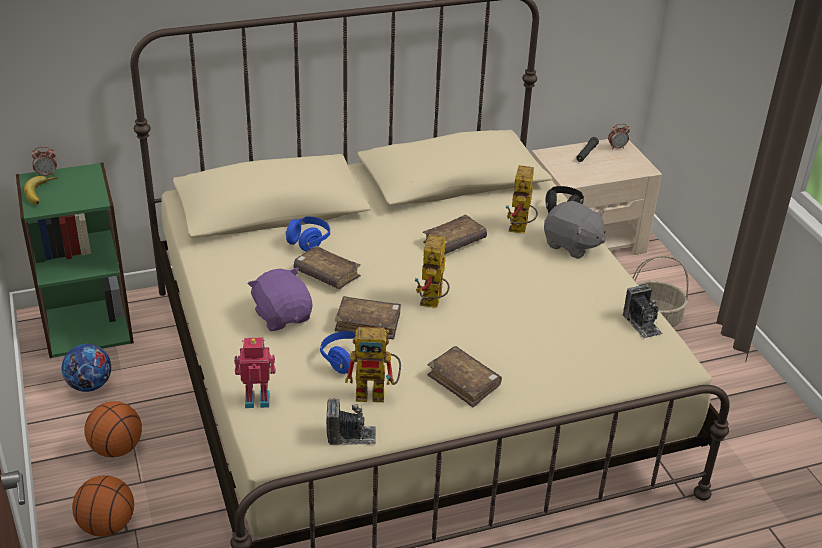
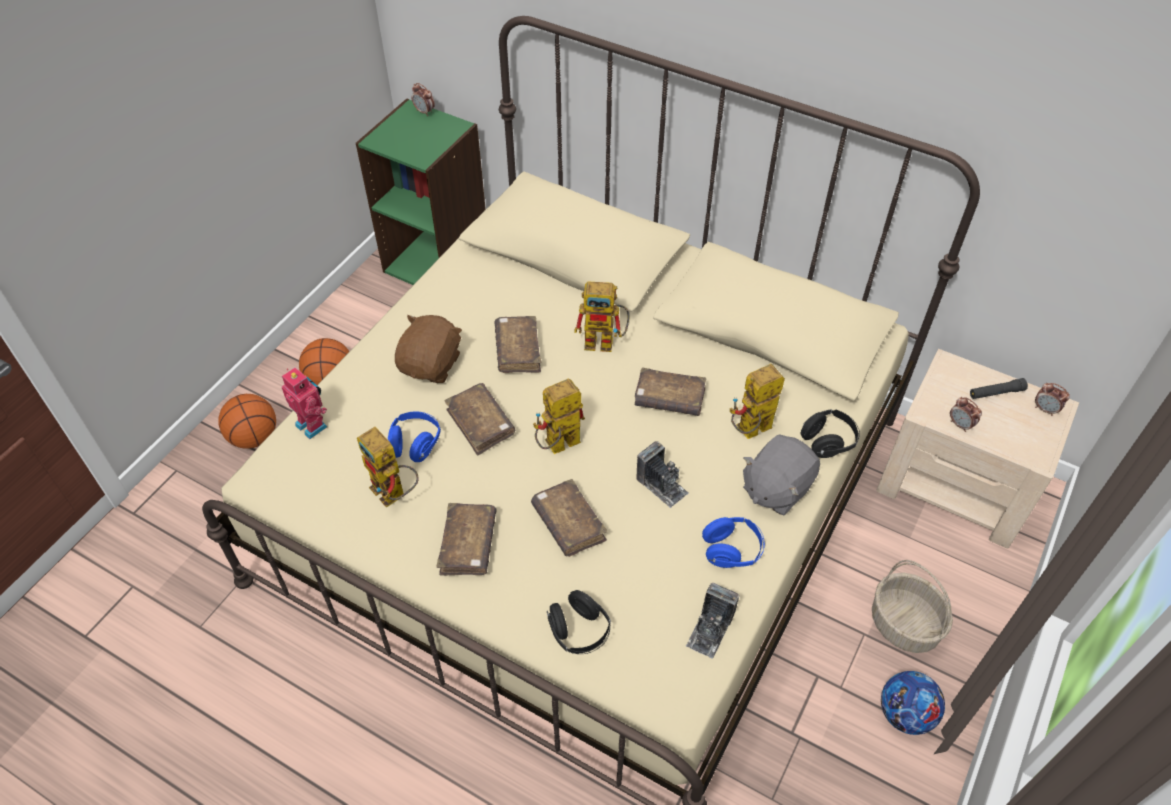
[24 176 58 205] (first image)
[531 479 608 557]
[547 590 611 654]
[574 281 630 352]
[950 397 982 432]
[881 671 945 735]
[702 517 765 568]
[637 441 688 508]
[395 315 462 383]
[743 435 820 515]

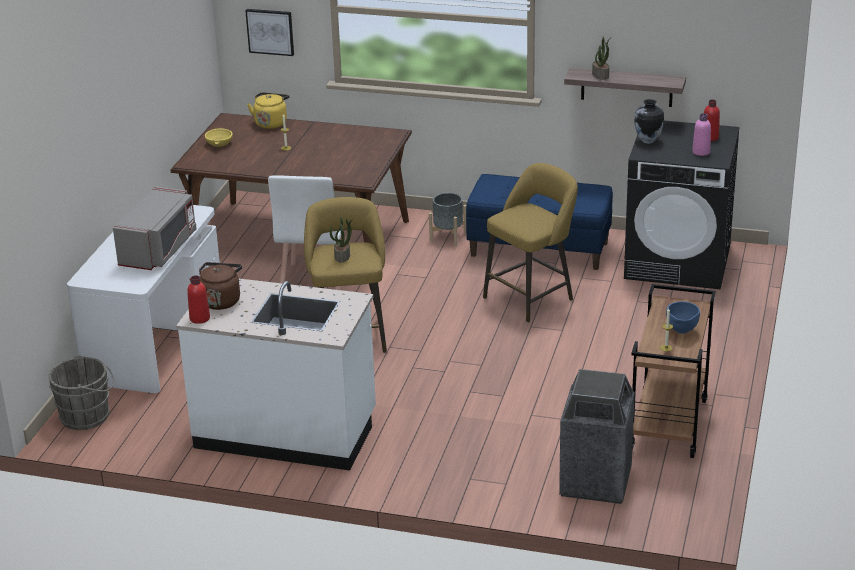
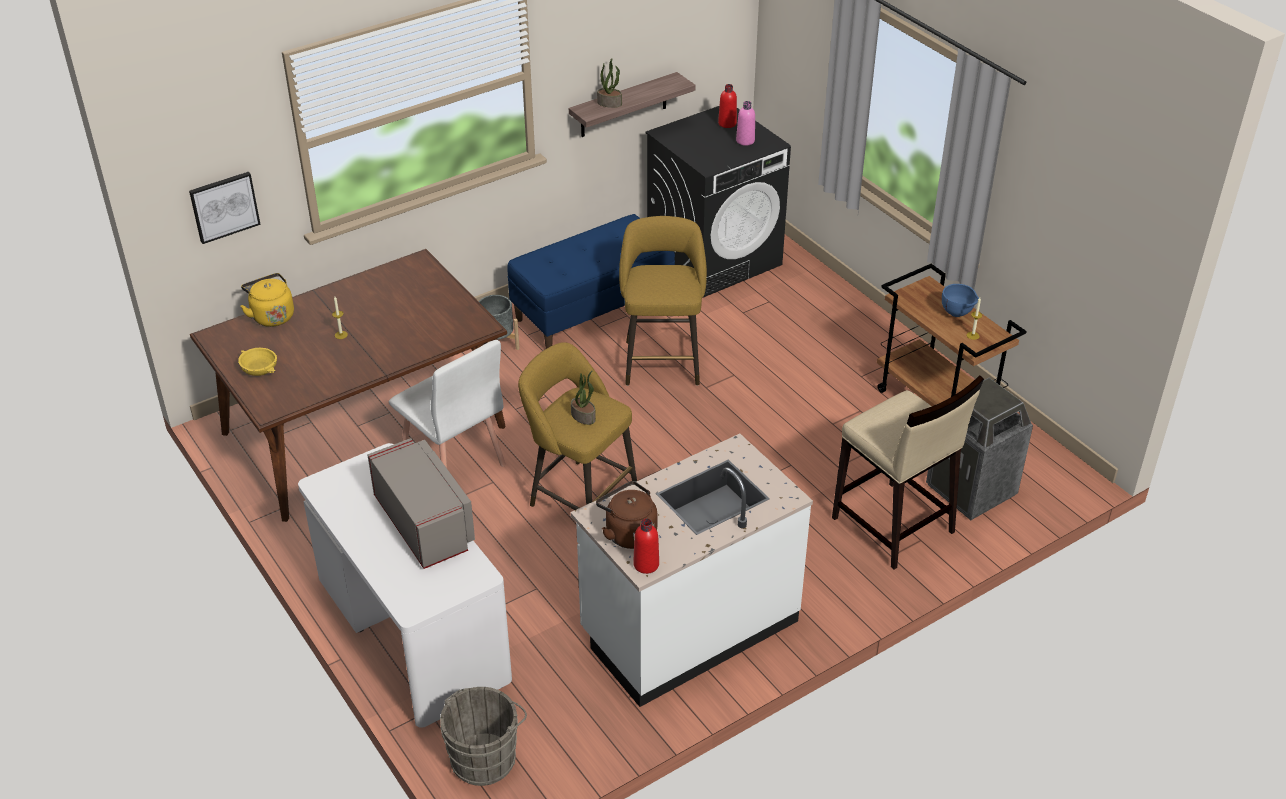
[634 99 664 144] (first image)
[832 375 984 569]

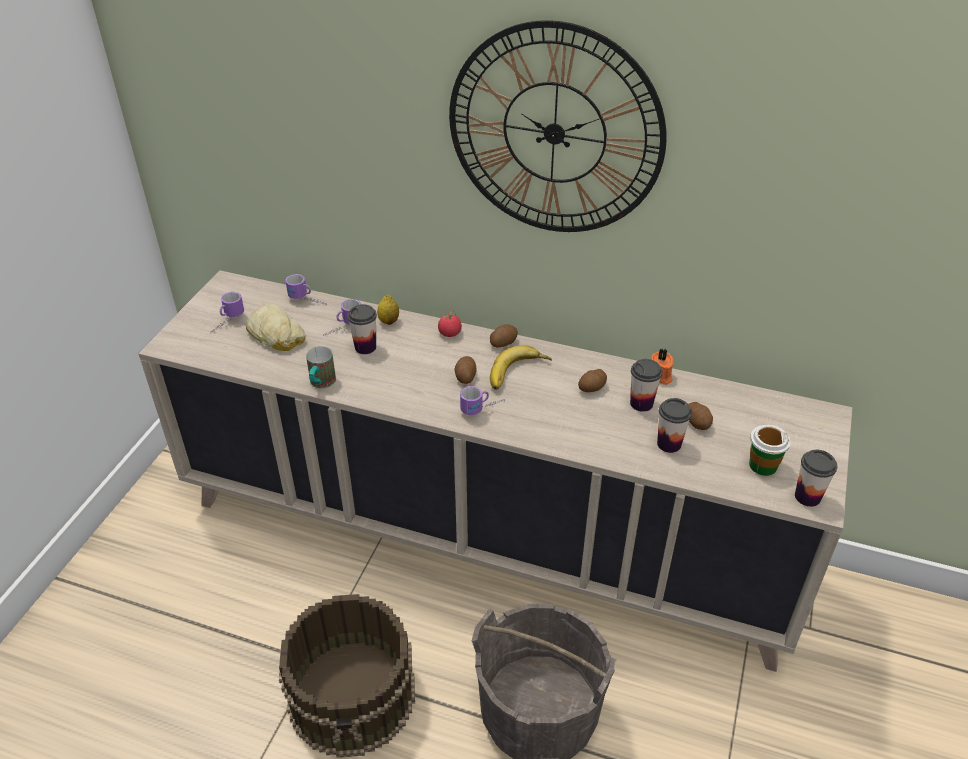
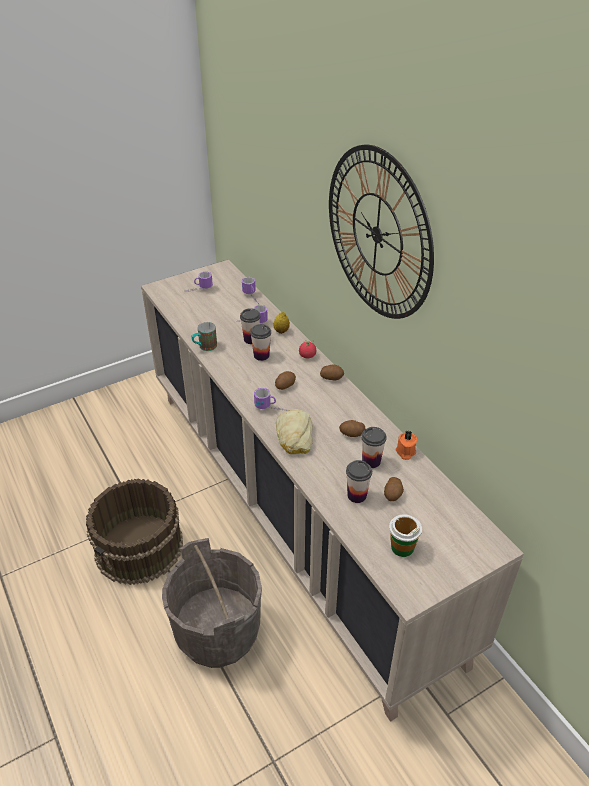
[490 345 552 390] (first image)
[276 409 313 454]
[250 324 271 361]

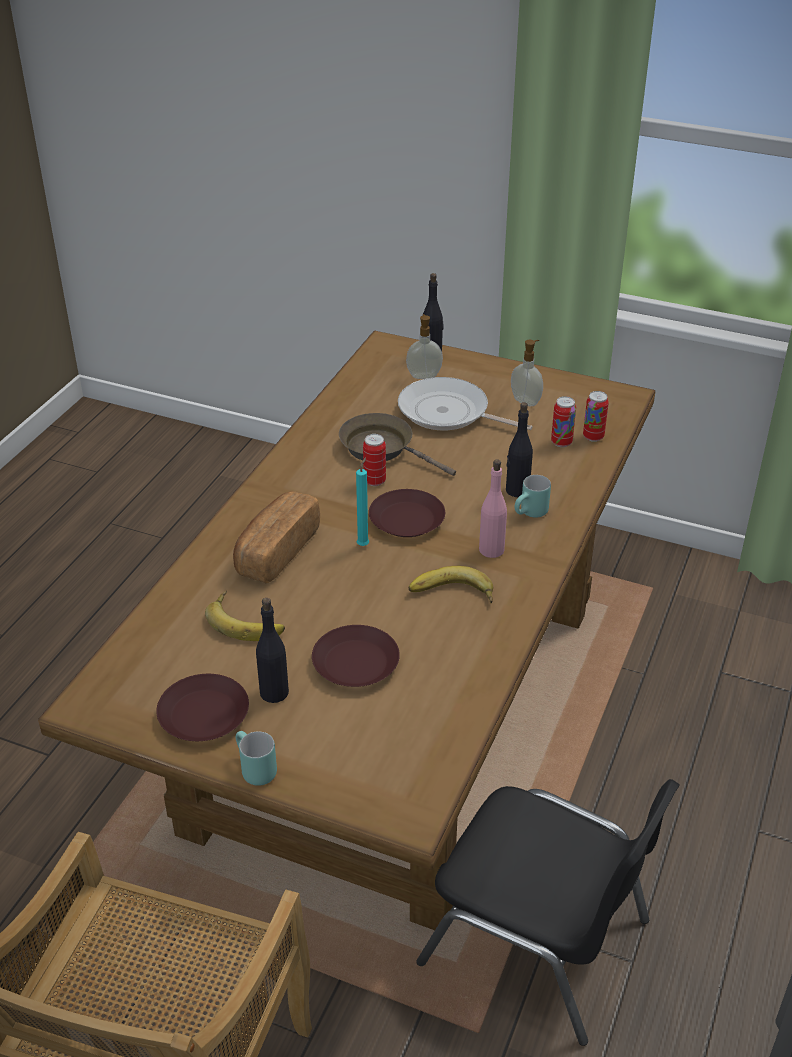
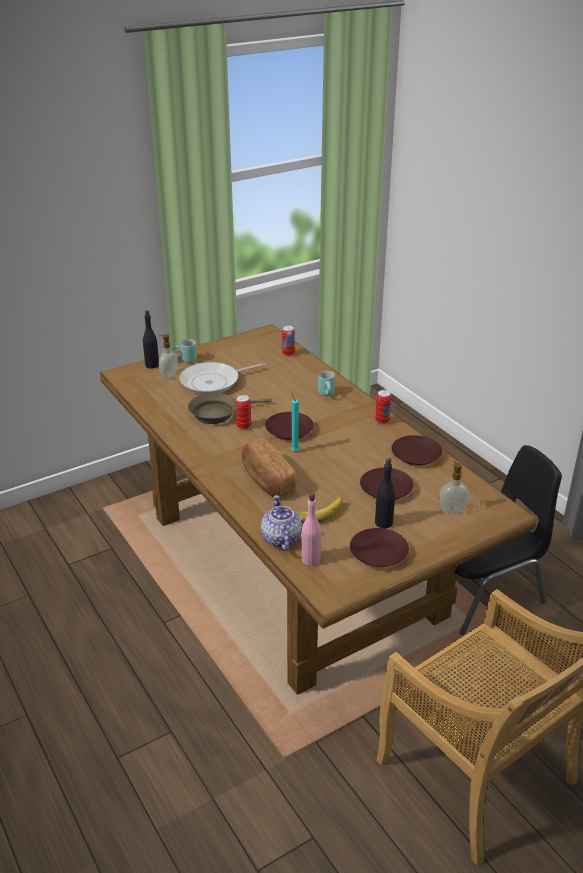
[409 566 493 603] (first image)
[506 402 533 497] (first image)
[261 495 302 551]
[392 435 442 466]
[172 339 197 363]
[301 493 321 566]
[438 461 469 514]
[375 390 391 424]

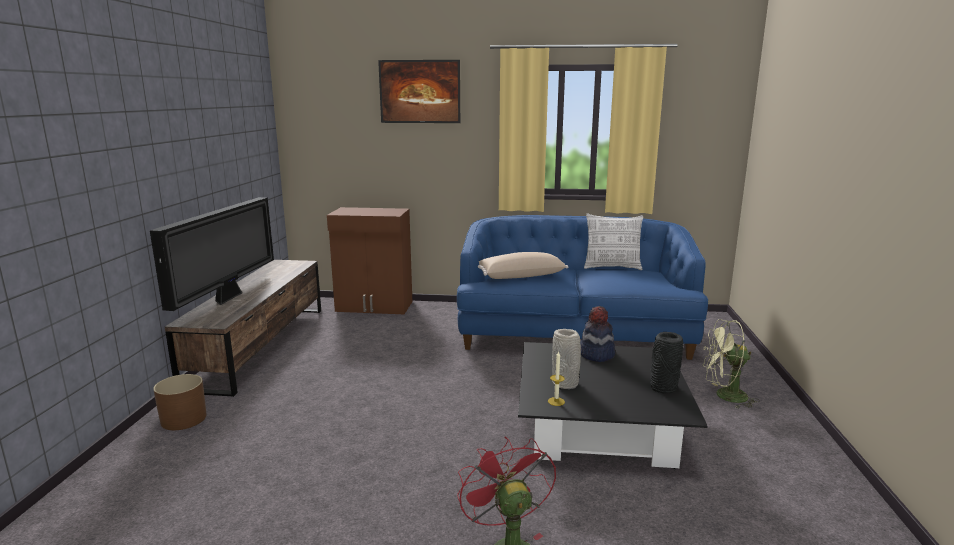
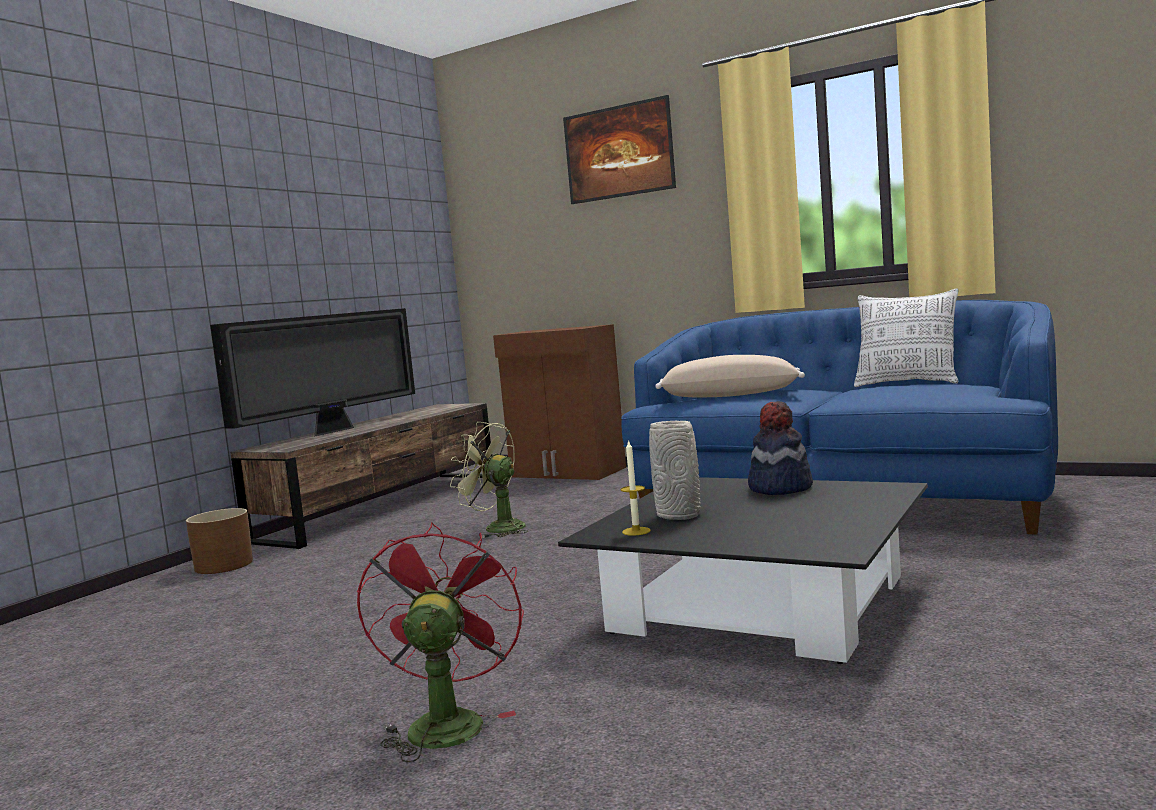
[650 332 683 393] (first image)
[450 422 528 538]

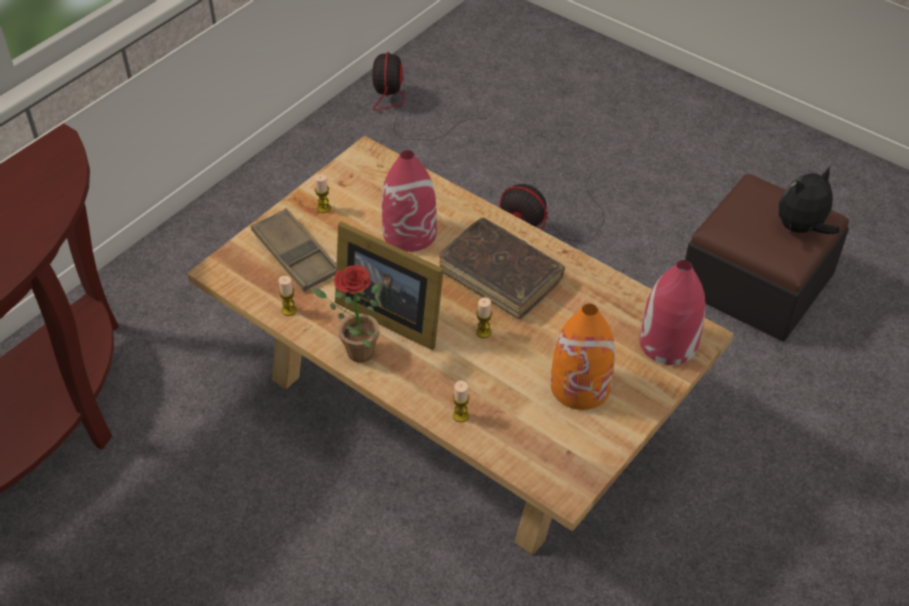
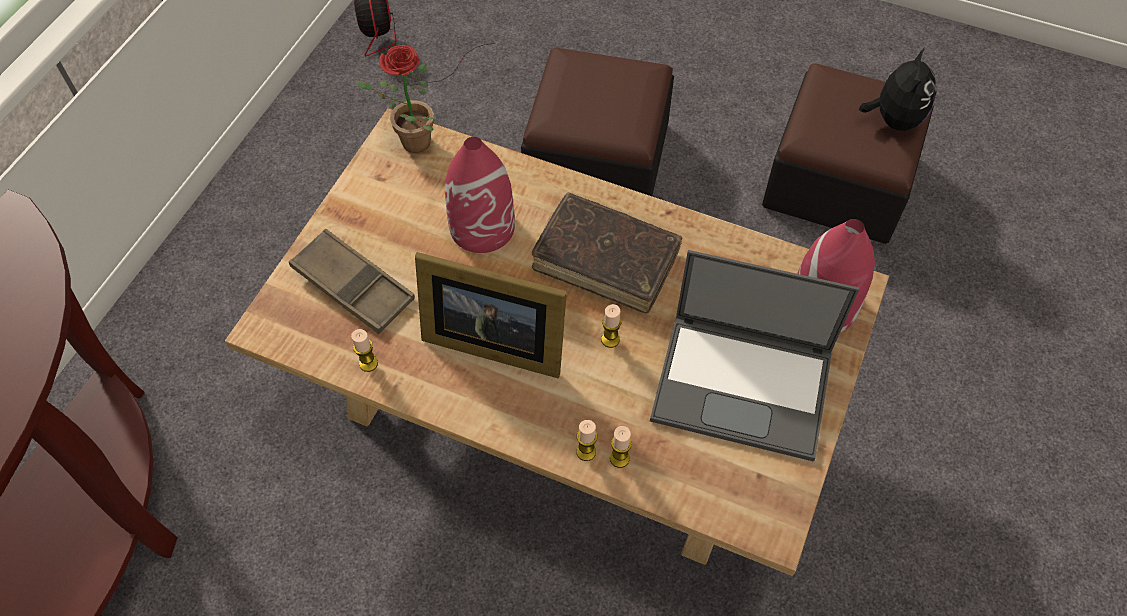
[354 45 437 153]
[577 420 597 461]
[521 48 674 196]
[650 250 859 462]
[859 47 936 131]

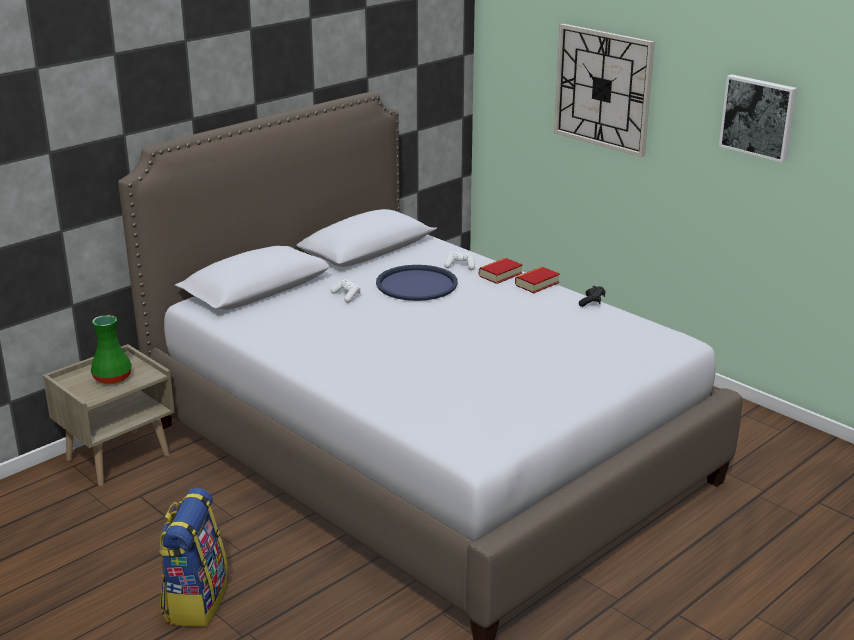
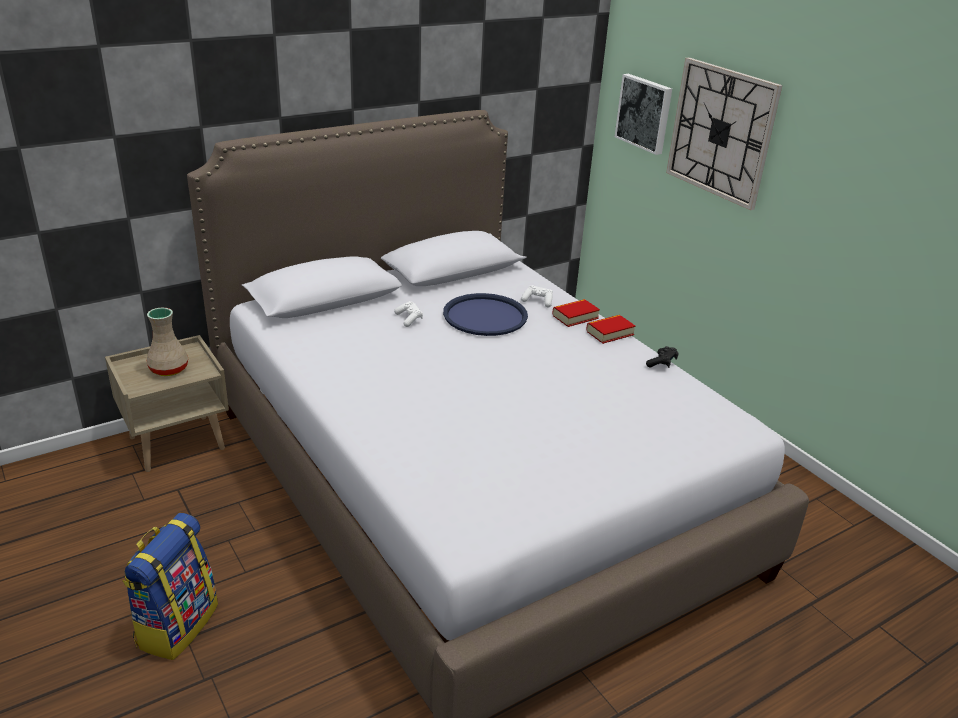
[615 74 672 155]
[147 308 188 376]

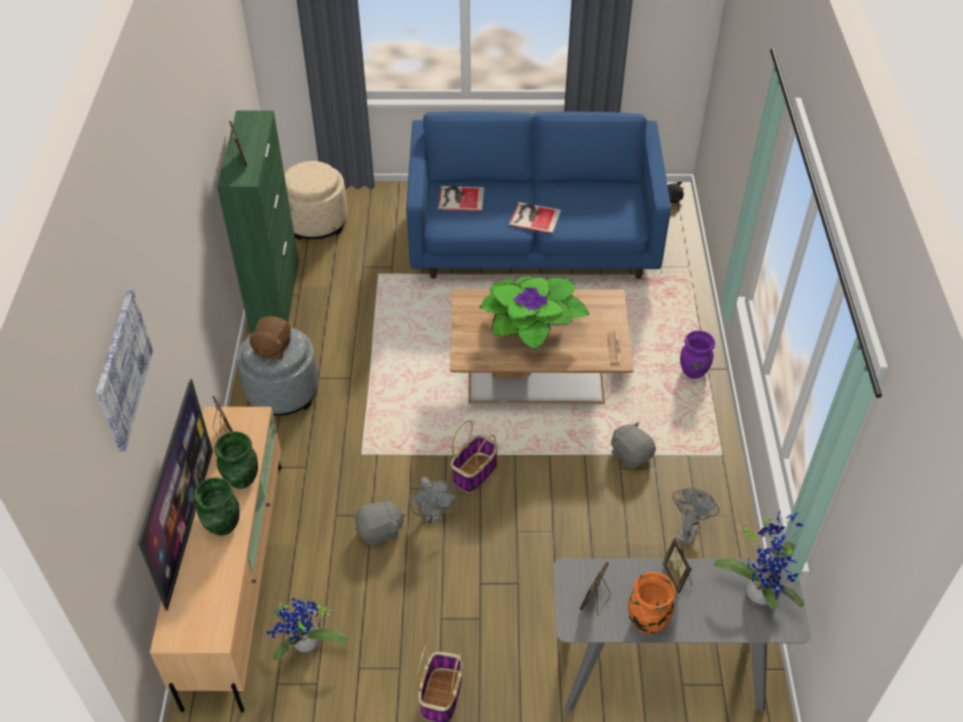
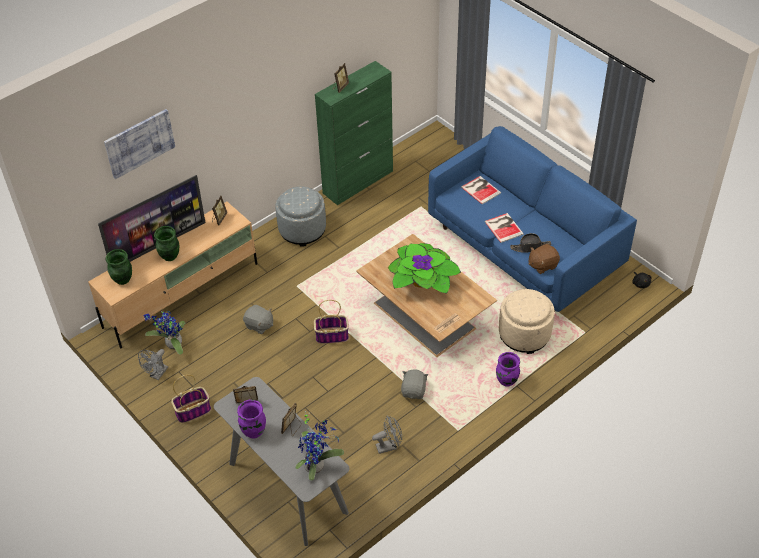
[510 233 552 253]
[106 249 132 285]
[528 244 560 274]
[499 289 555 354]
[138 349 168 380]
[237 400 266 438]

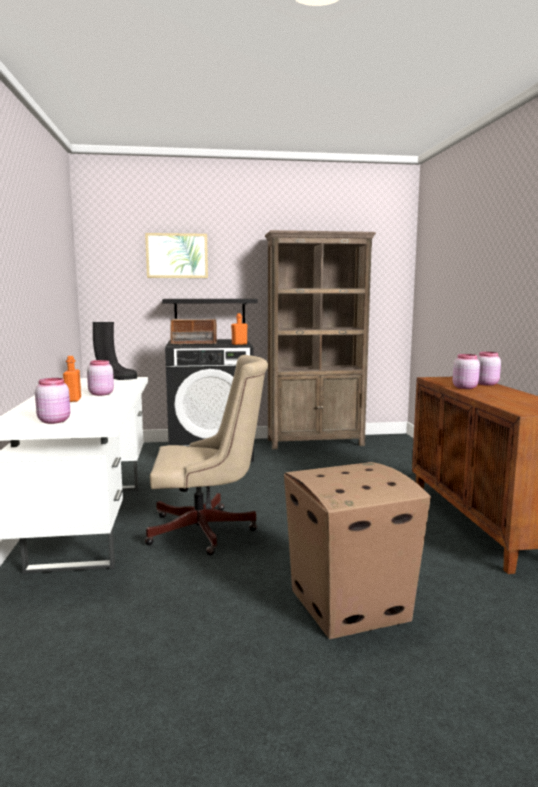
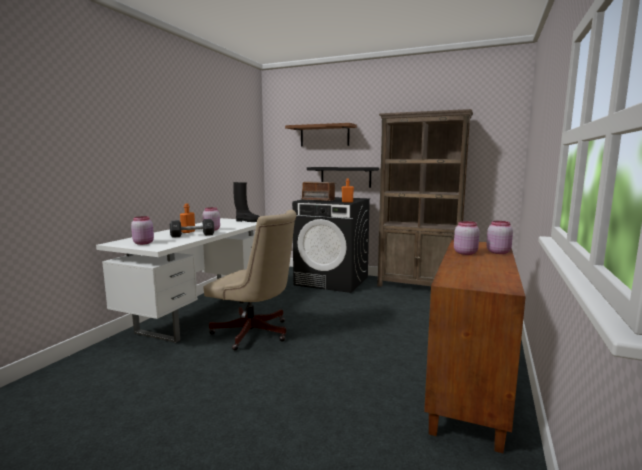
[284 462 431 639] (first image)
[170 219 214 238]
[285 123 357 147]

